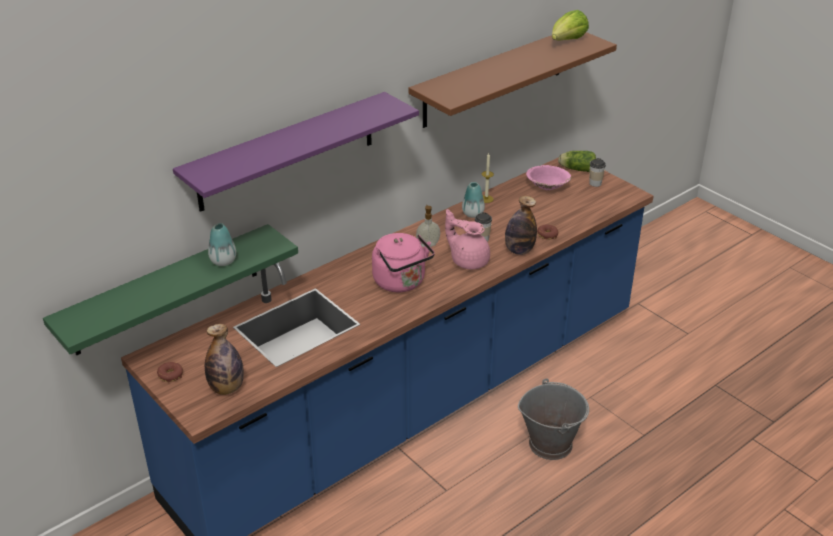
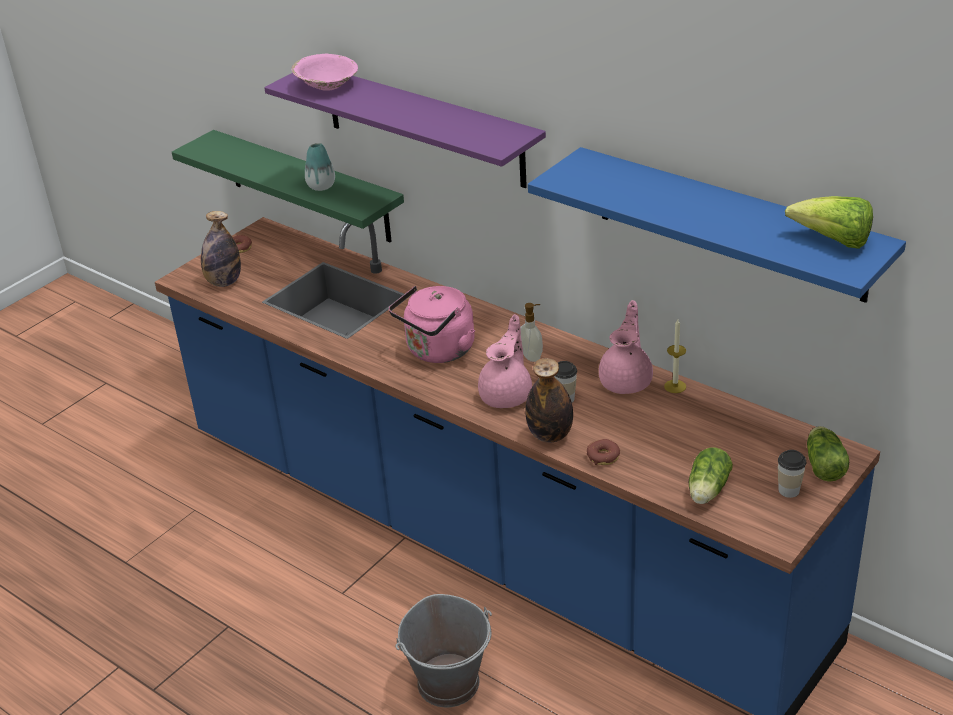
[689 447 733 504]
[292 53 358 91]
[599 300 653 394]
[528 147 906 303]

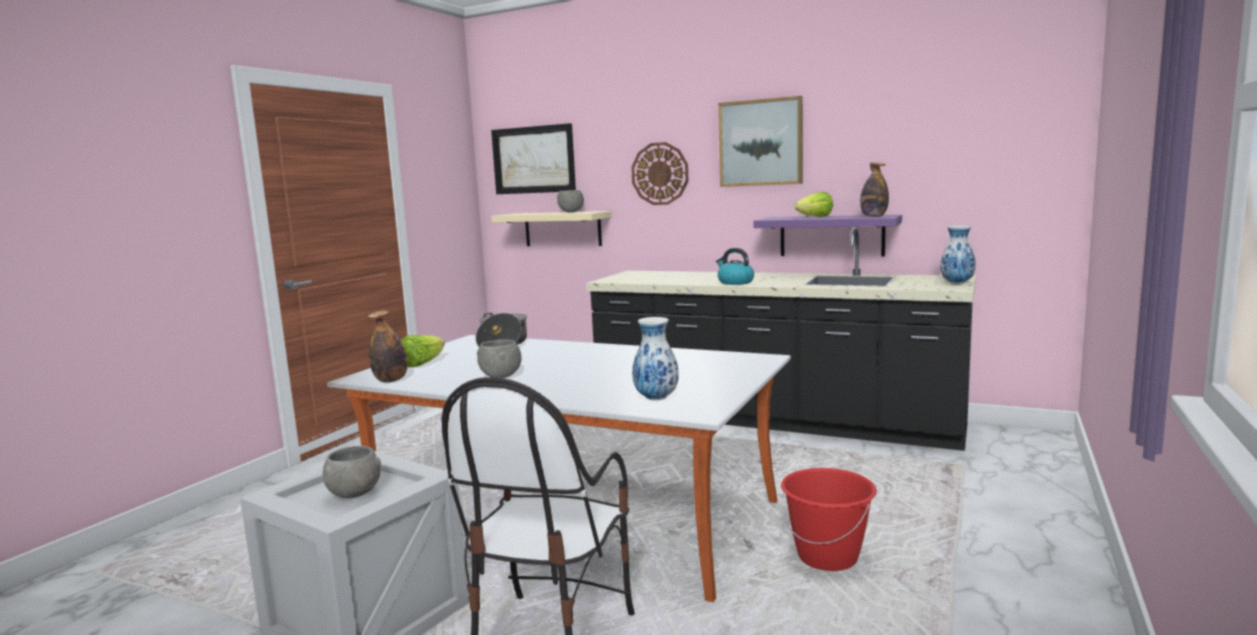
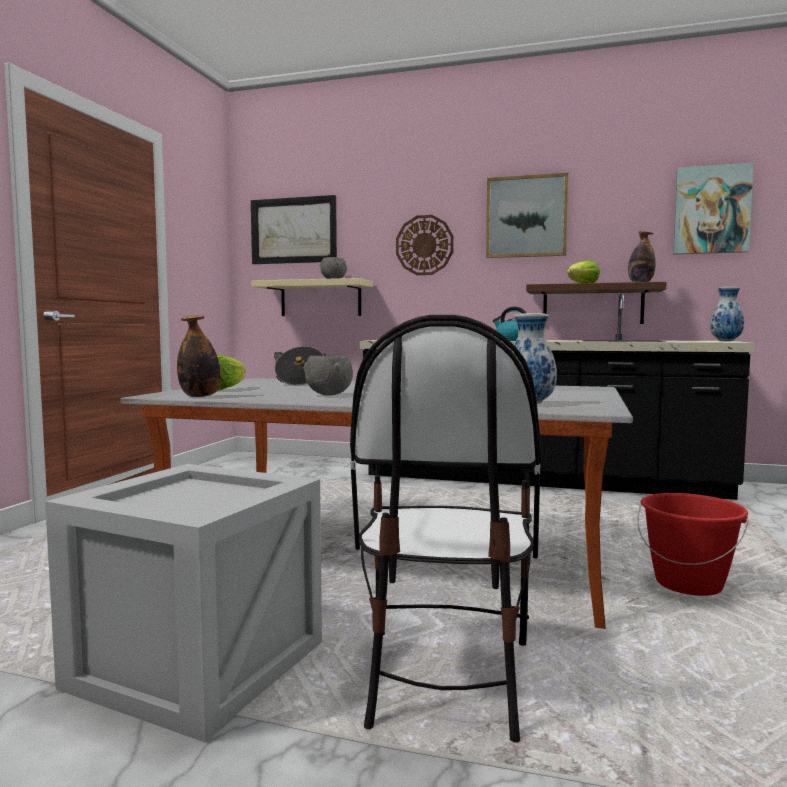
[323 446 381 498] (first image)
[673 163 754 254]
[526 282 667 324]

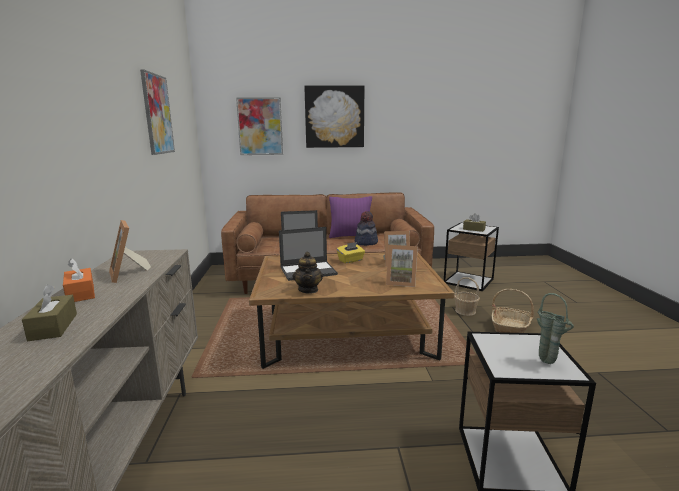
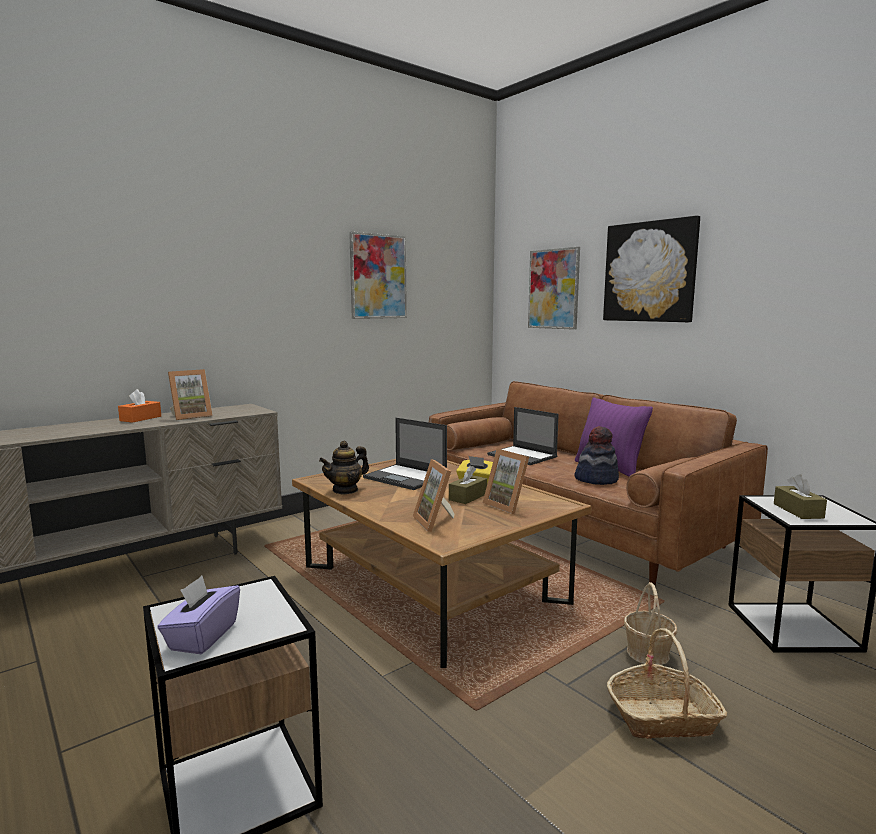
[449 465 487 504]
[157 576 240 654]
[168 369 213 420]

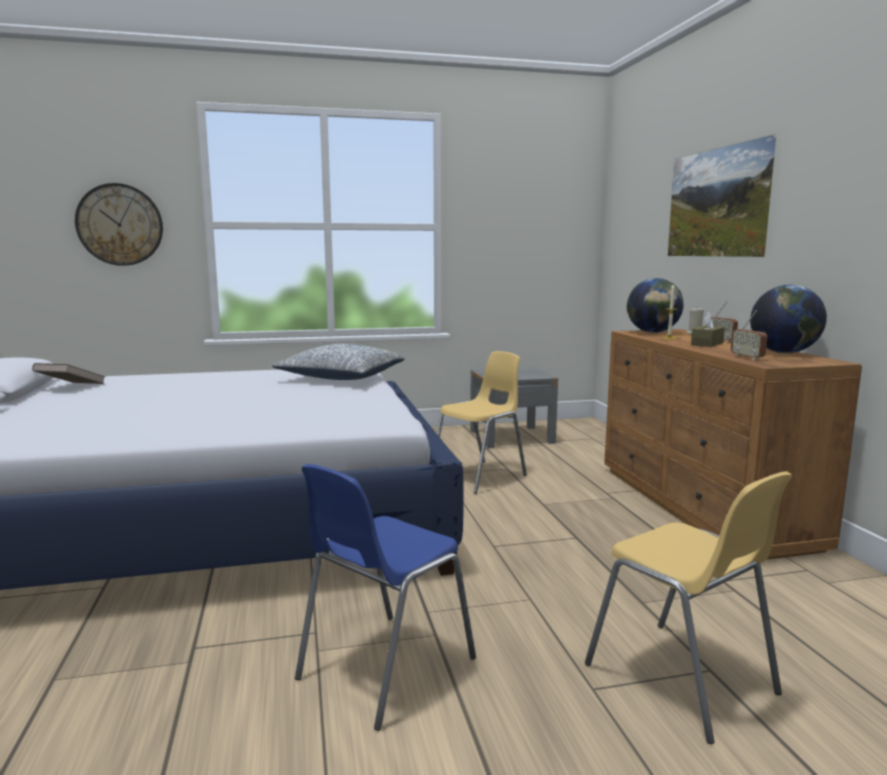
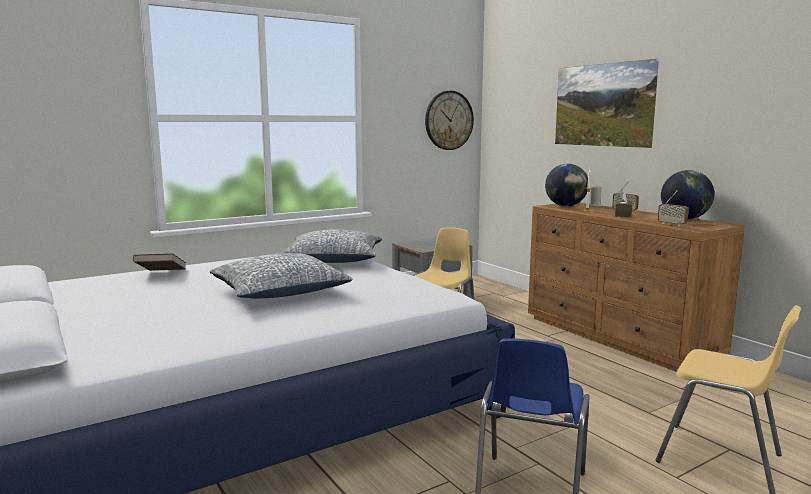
[210 253 352 298]
[133 254 186 271]
[425 91 474 150]

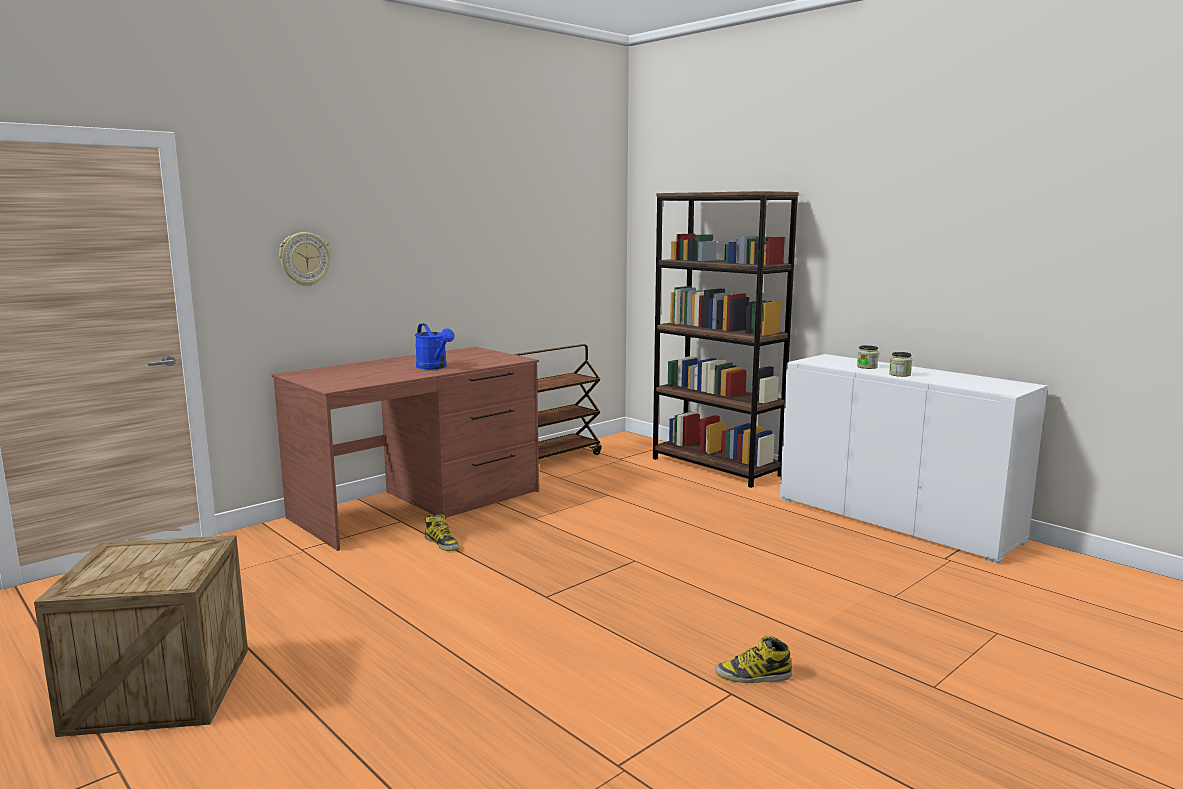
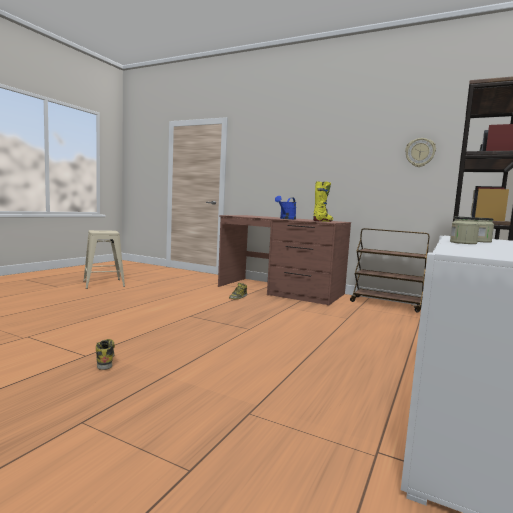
[313 181 333 222]
[405 138 436 167]
[84 230 125 289]

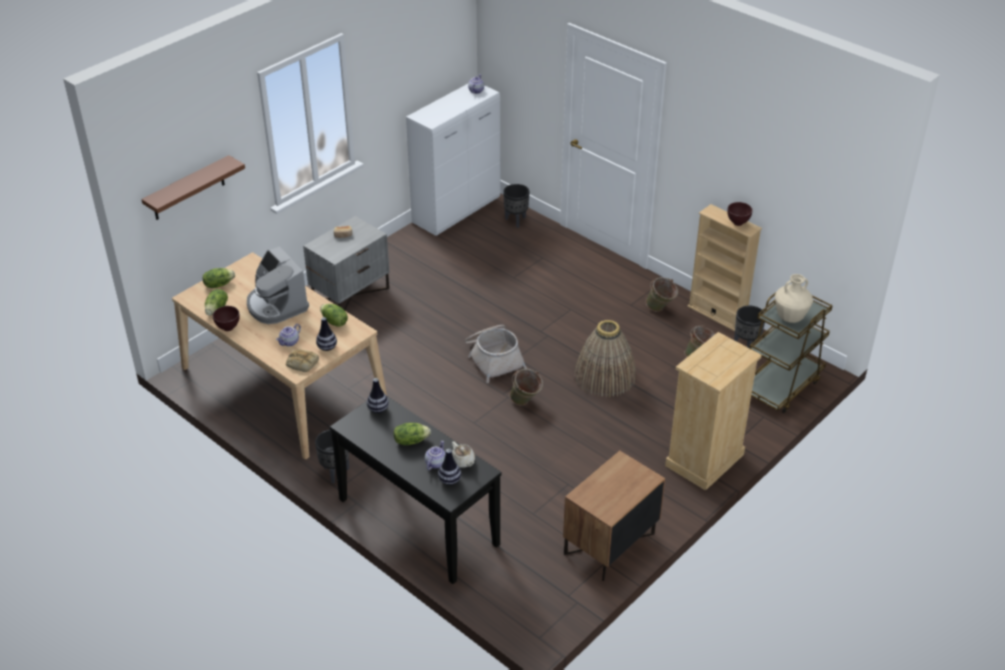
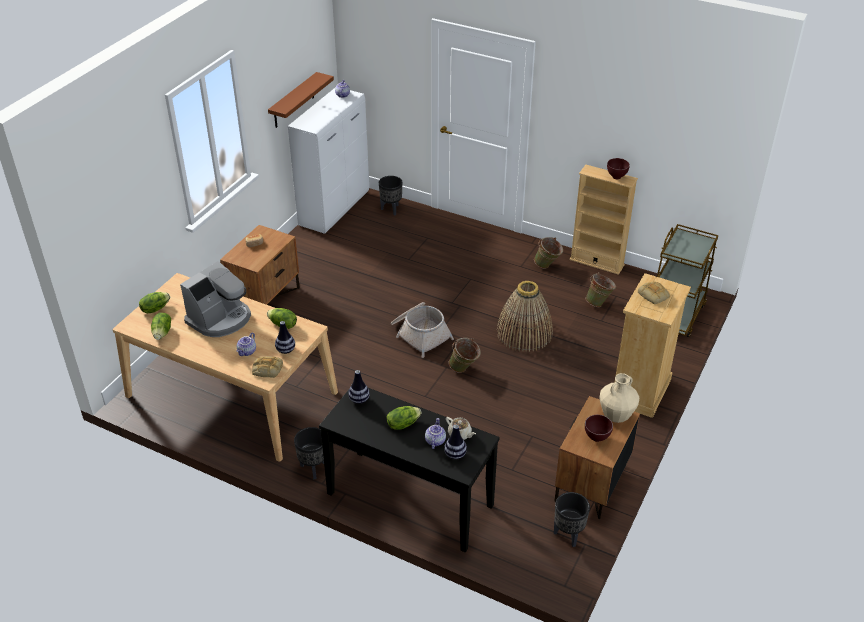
[638 282 670 304]
[268 72 334 128]
[585 415 613 442]
[554 492 590 547]
[599 373 639 423]
[220 225 300 305]
[180 261 251 337]

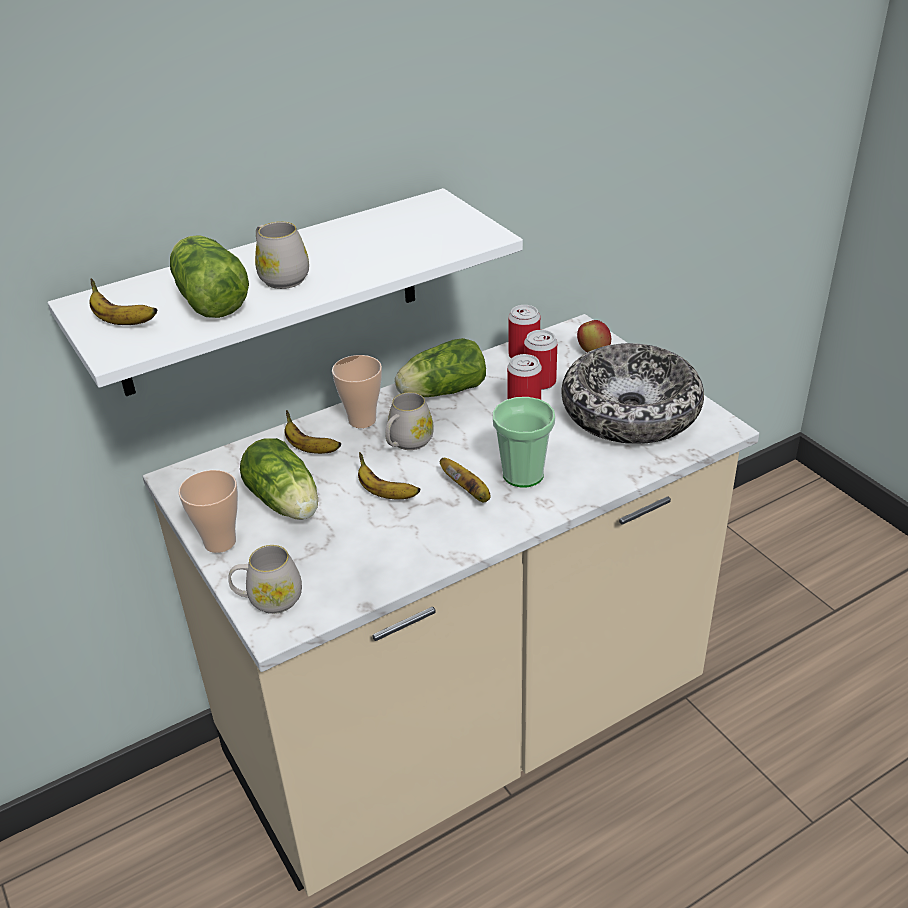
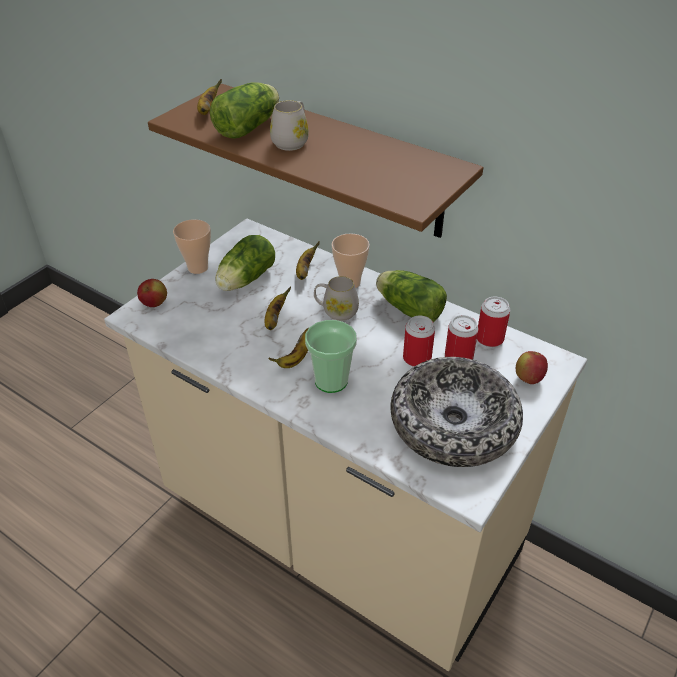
[137 279 167 307]
[148 84 483 238]

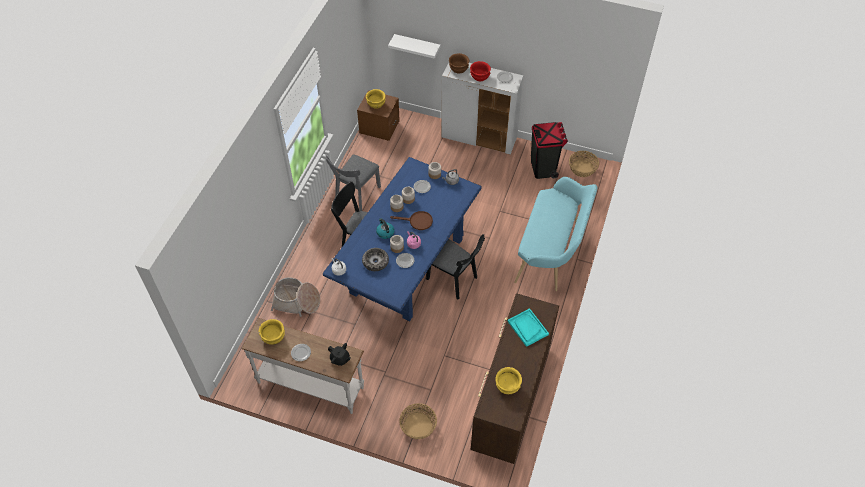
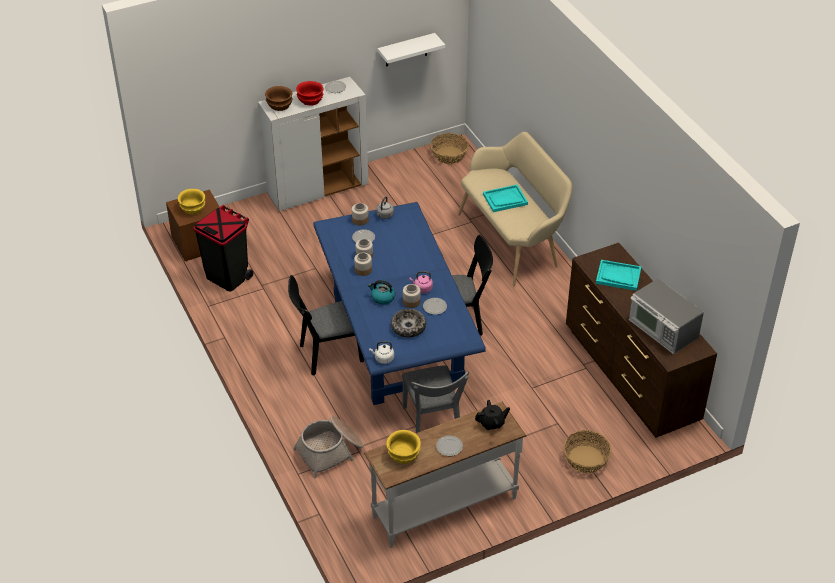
[390 211 433 230] (first image)
[483 185 528 212]
[402 365 469 433]
[378 33 445 67]
[194 205 254 292]
[629 279 704 354]
[458 132 572 286]

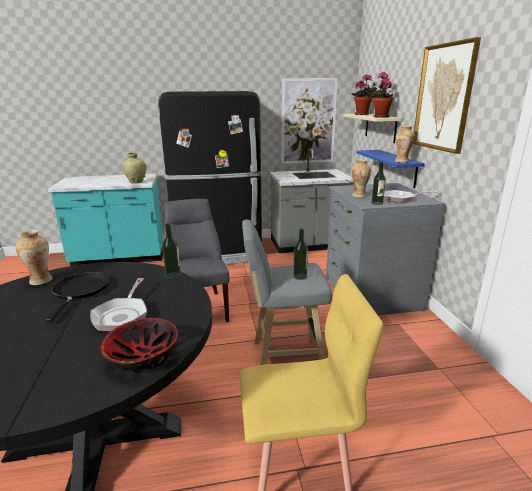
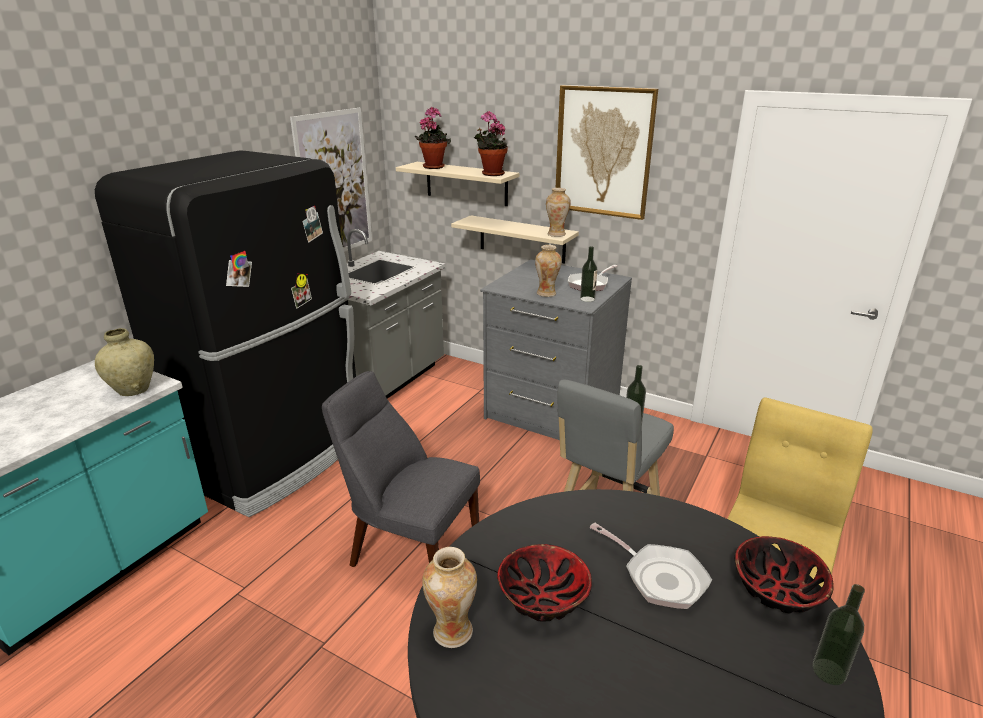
[812 584 865 685]
[497 544 592 621]
[451 215 579 264]

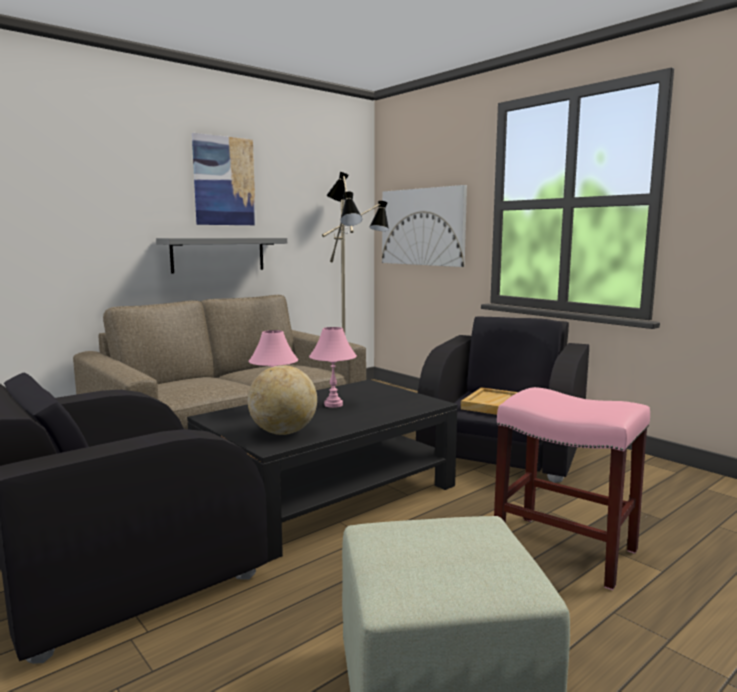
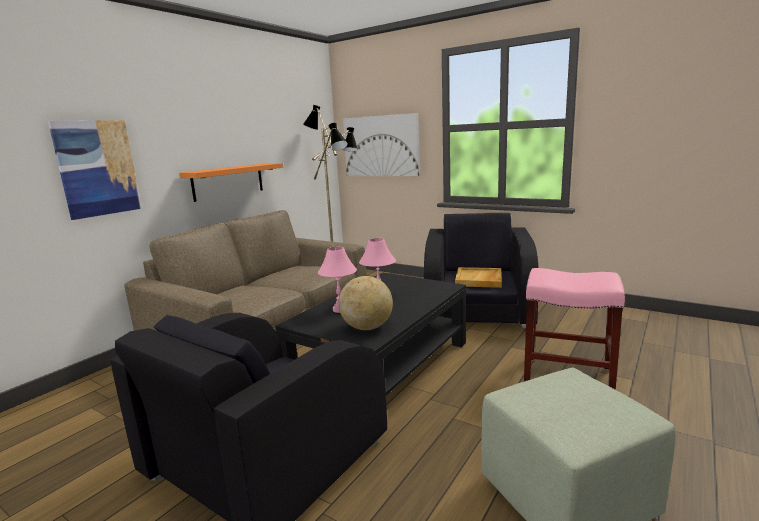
[48 120 142 220]
[179 163 283 202]

